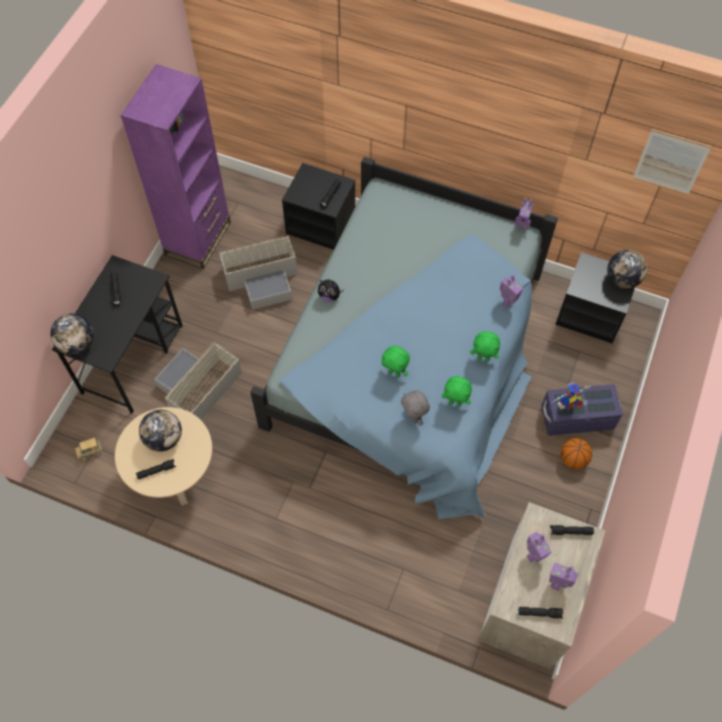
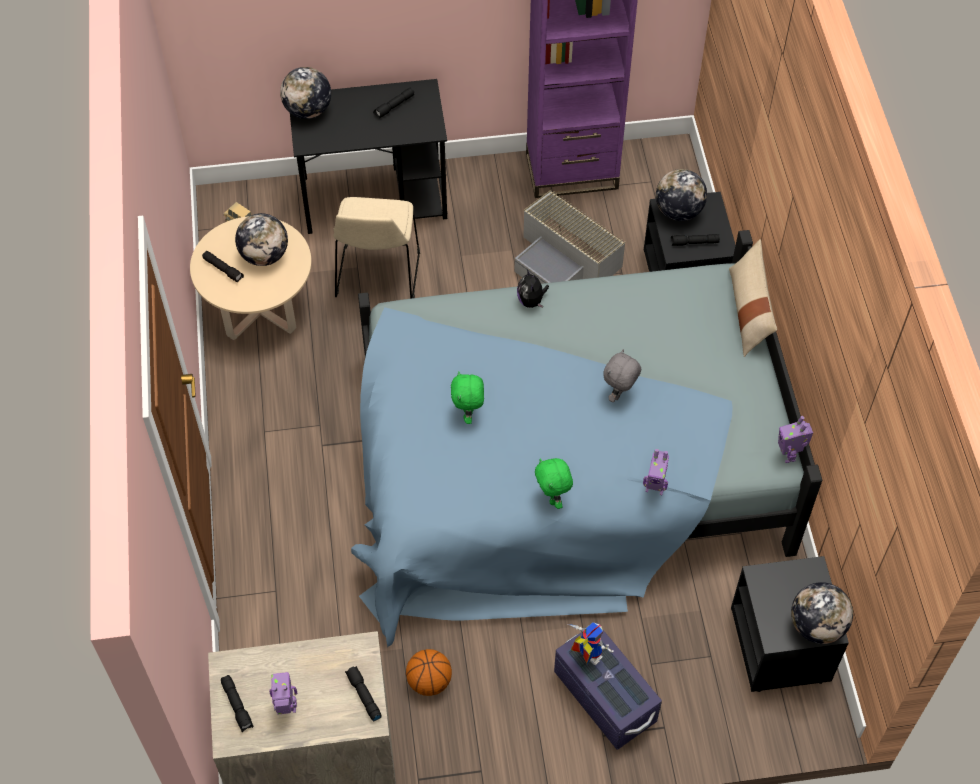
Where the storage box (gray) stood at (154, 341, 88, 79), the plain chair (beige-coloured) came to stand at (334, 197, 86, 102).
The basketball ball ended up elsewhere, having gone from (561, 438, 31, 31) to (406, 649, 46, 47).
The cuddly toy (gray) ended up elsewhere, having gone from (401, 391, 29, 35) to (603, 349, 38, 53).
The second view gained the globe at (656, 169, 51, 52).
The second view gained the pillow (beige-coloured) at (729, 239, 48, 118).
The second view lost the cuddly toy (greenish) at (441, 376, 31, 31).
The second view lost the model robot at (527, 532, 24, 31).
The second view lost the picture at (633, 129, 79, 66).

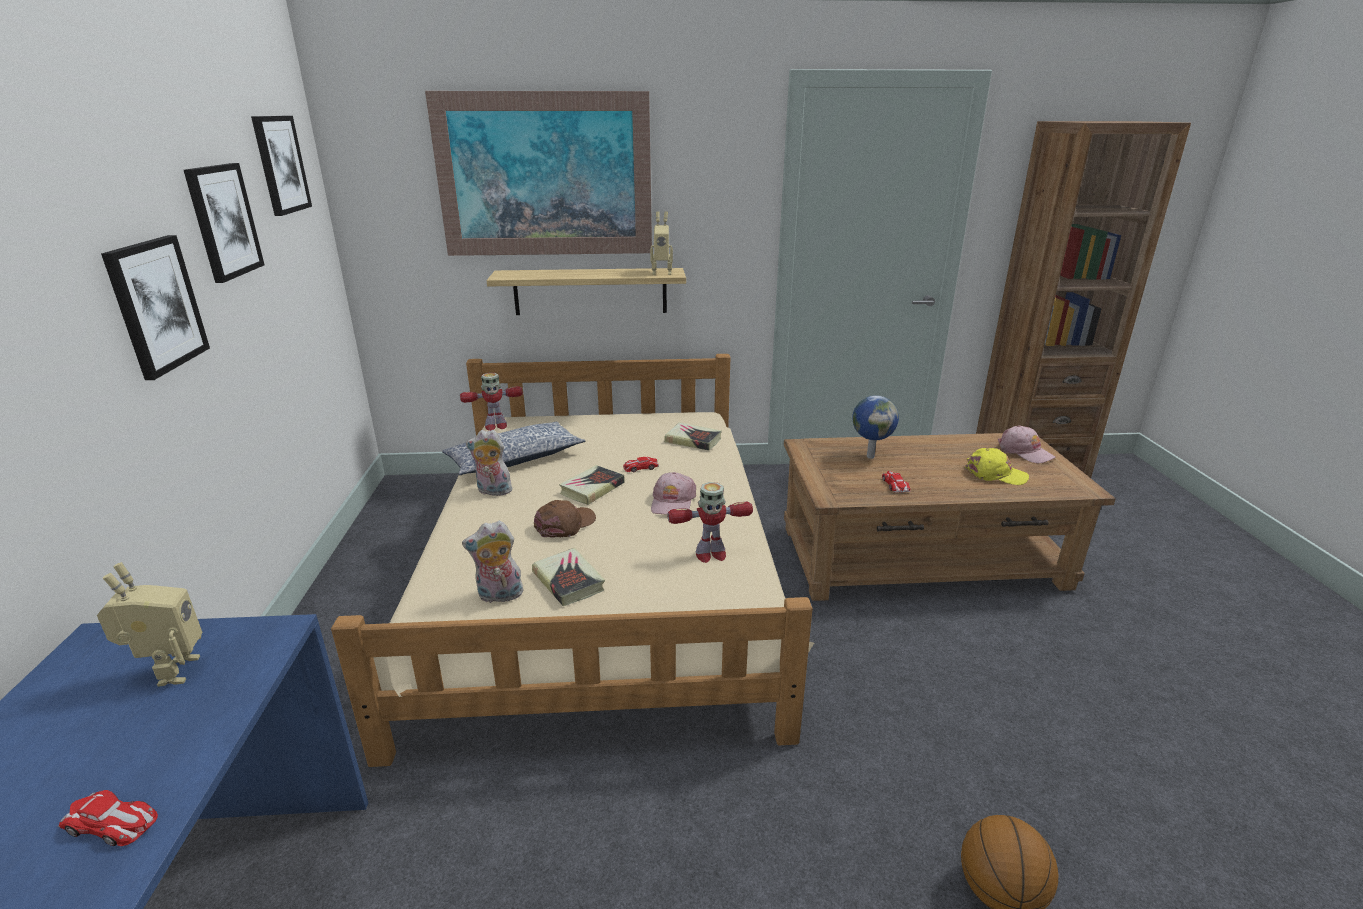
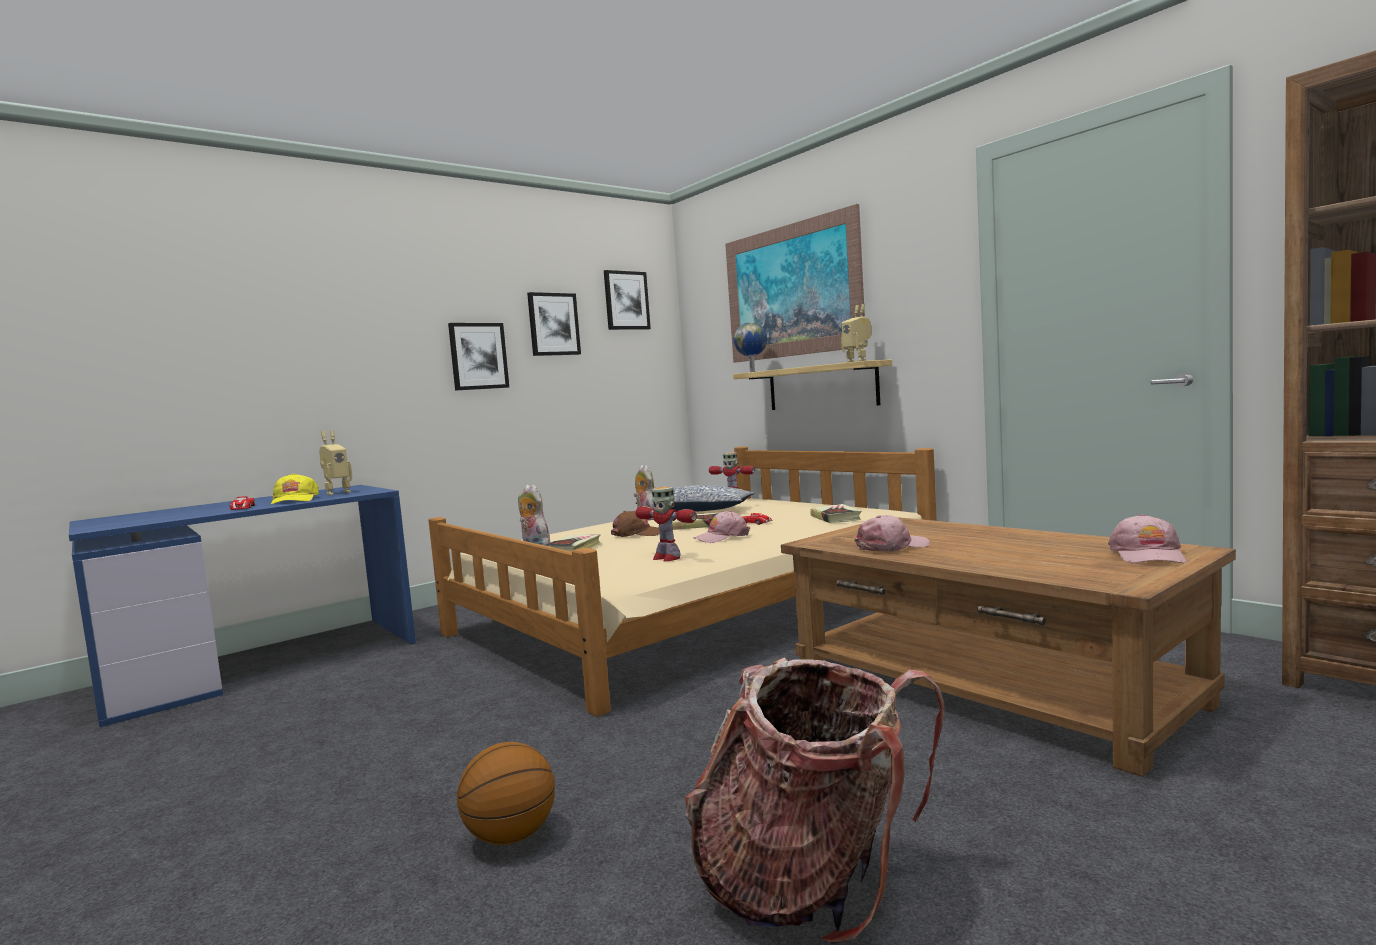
The peaked cap (yellowish) ended up elsewhere, having gone from (965, 448, 64, 37) to (271, 473, 48, 32).
The second view gained the backpack at (685, 658, 260, 287).
The globe ended up elsewhere, having gone from (852, 395, 47, 64) to (734, 322, 33, 50).
Where the model car stood at (882, 471, 29, 21), the peaked cap (pinkish) came to stand at (854, 515, 76, 37).

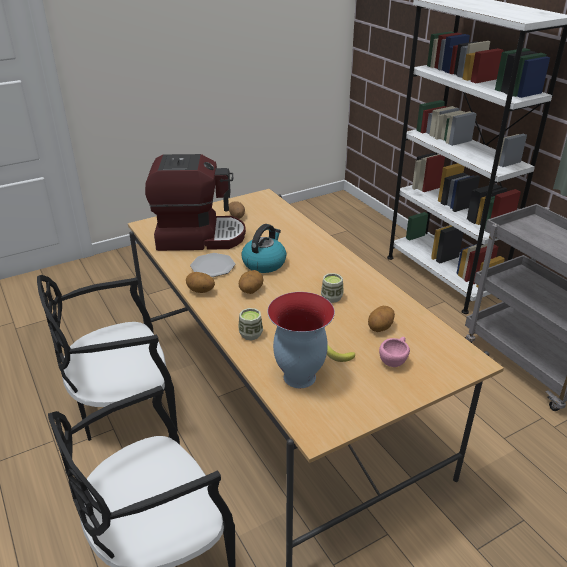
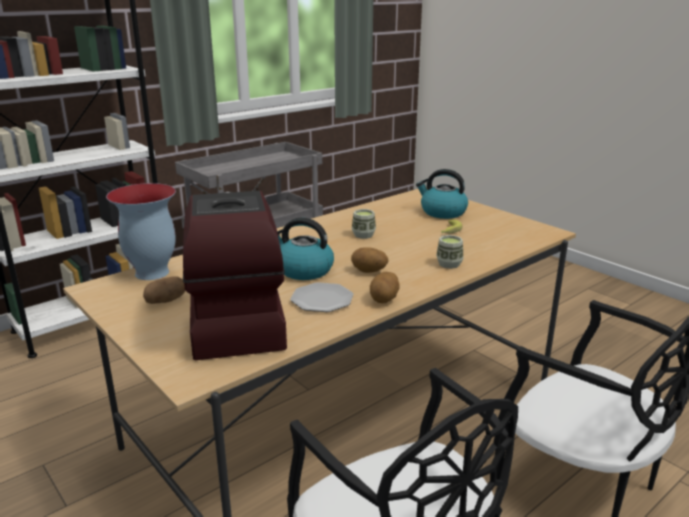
The decorative vase ended up elsewhere, having gone from (268, 292, 67, 96) to (106, 183, 70, 97).
Where the cup (pinkish) stood at (379, 337, 31, 30), the water kettle came to stand at (416, 169, 52, 50).
The second view lost the whole potato at (368, 306, 27, 26).

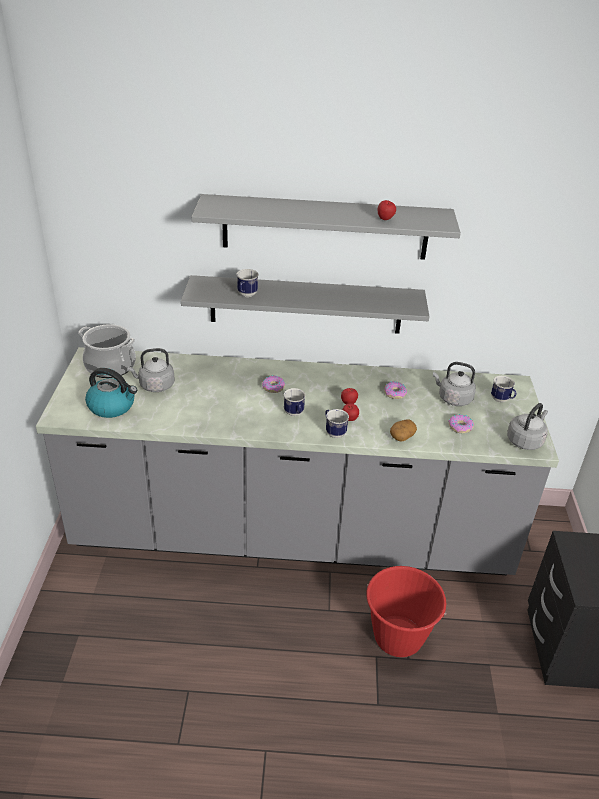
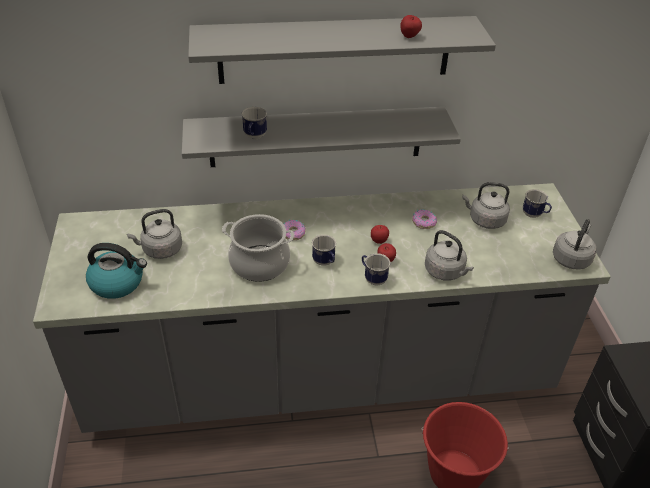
The saucepot ended up elsewhere, having gone from (78, 324, 58, 54) to (222, 214, 72, 68).
Where the whole potato stood at (390, 419, 27, 23), the water kettle (gray) came to stand at (425, 230, 49, 51).
The second view lost the ring doughnut at (448, 414, 26, 19).

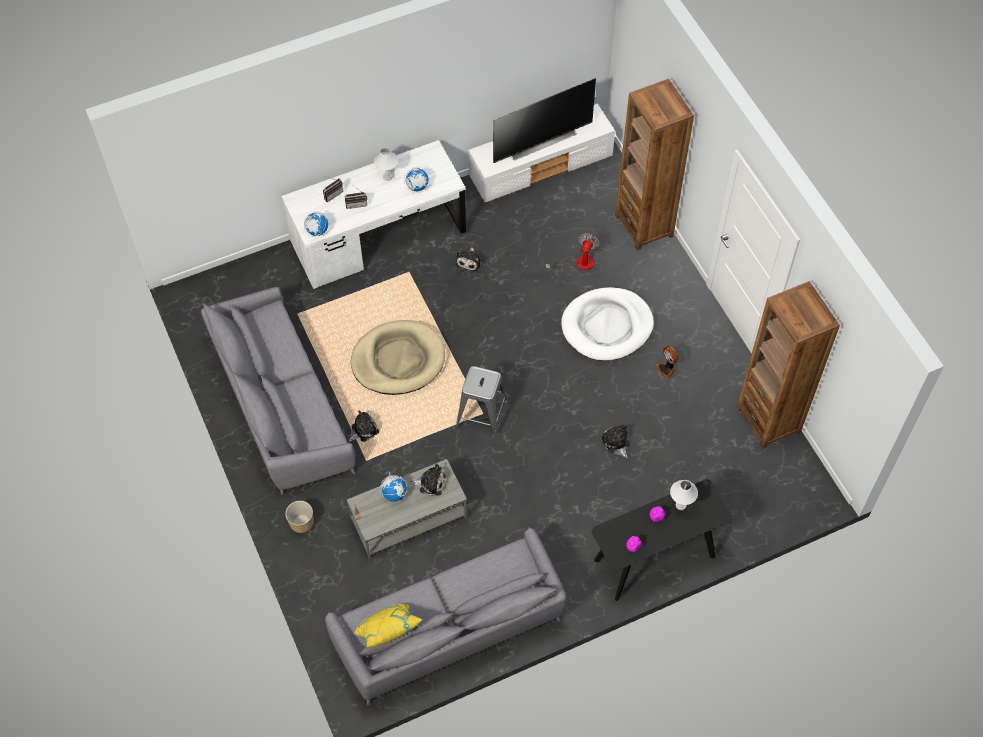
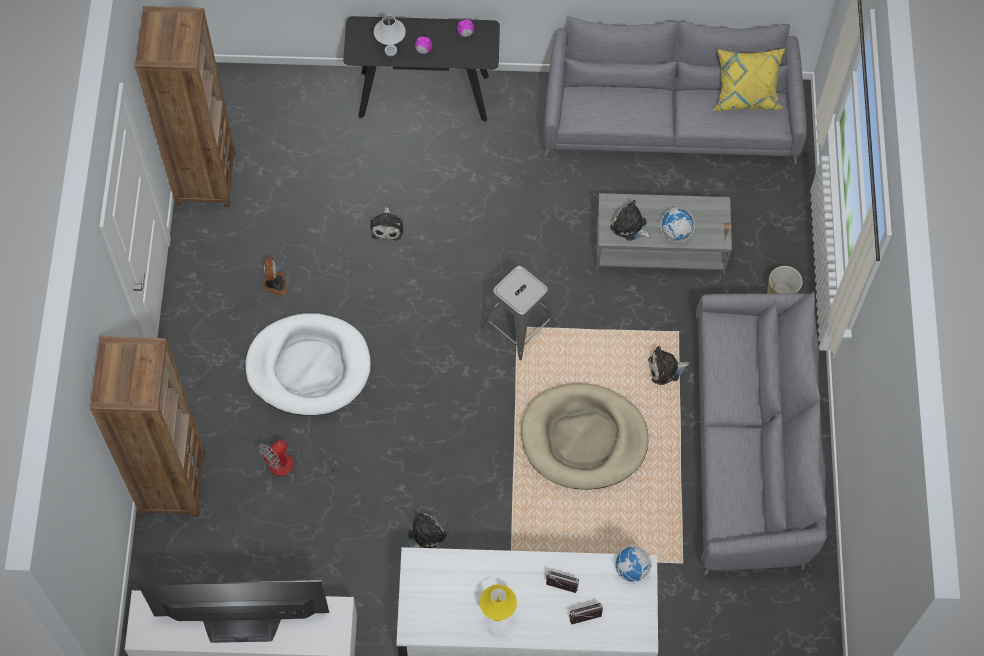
What was the tabletop lamp (whitish) at (374, 148, 24, 33) turned into the tabletop lamp (yellowish) at (480, 585, 37, 36).
The second view lost the globe at (404, 167, 26, 26).

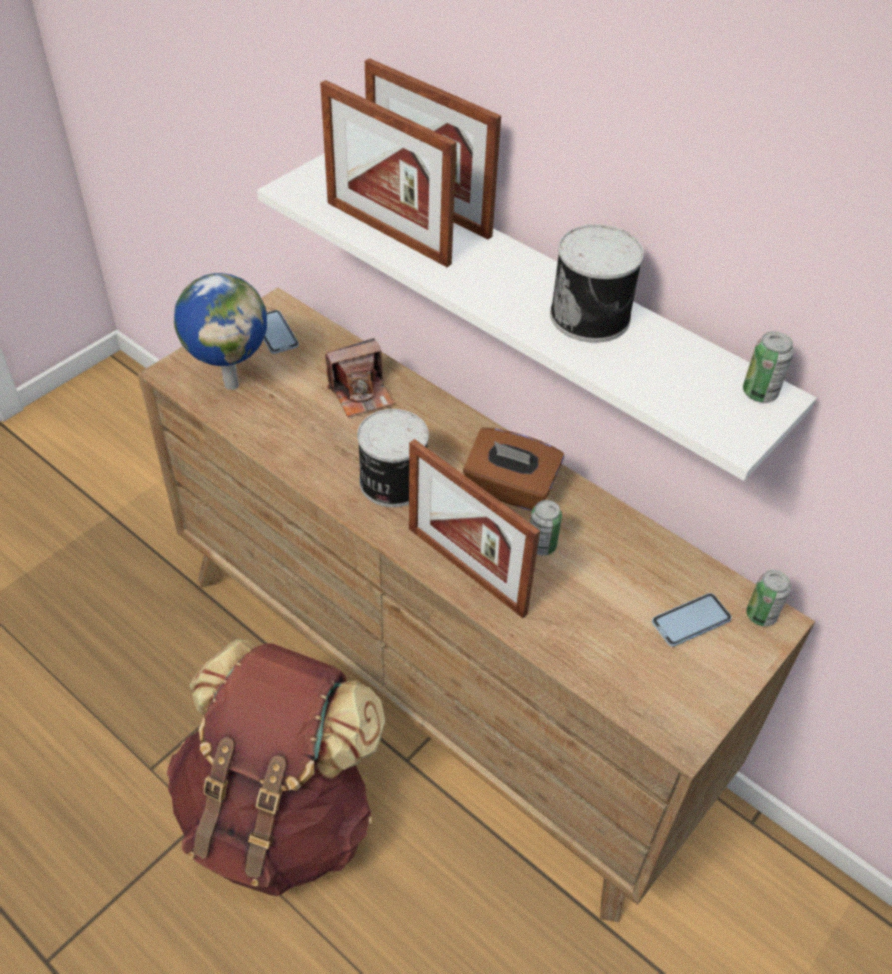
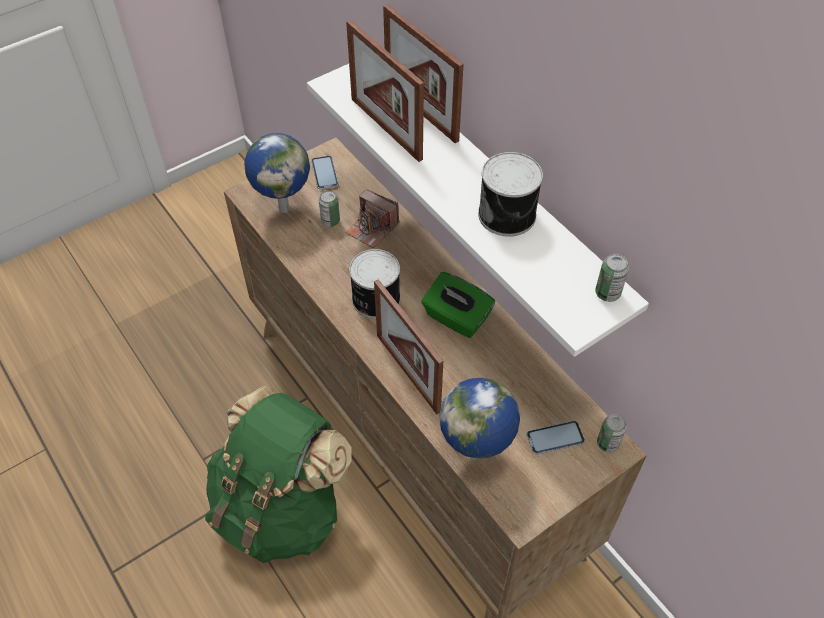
What was the backpack (brownish) at (167, 638, 218, 258) turned into the backpack (greenish) at (205, 385, 147, 178).
The sealed can ended up elsewhere, having gone from (530, 500, 32, 55) to (319, 191, 21, 36).
The still camera at (325, 338, 69, 79) ended up facing another way, 45 degrees clockwise from before.
What was the tissue box (brownish) at (463, 428, 101, 83) turned into the tissue box (greenish) at (421, 272, 74, 66).
The second view gained the globe at (439, 378, 81, 82).

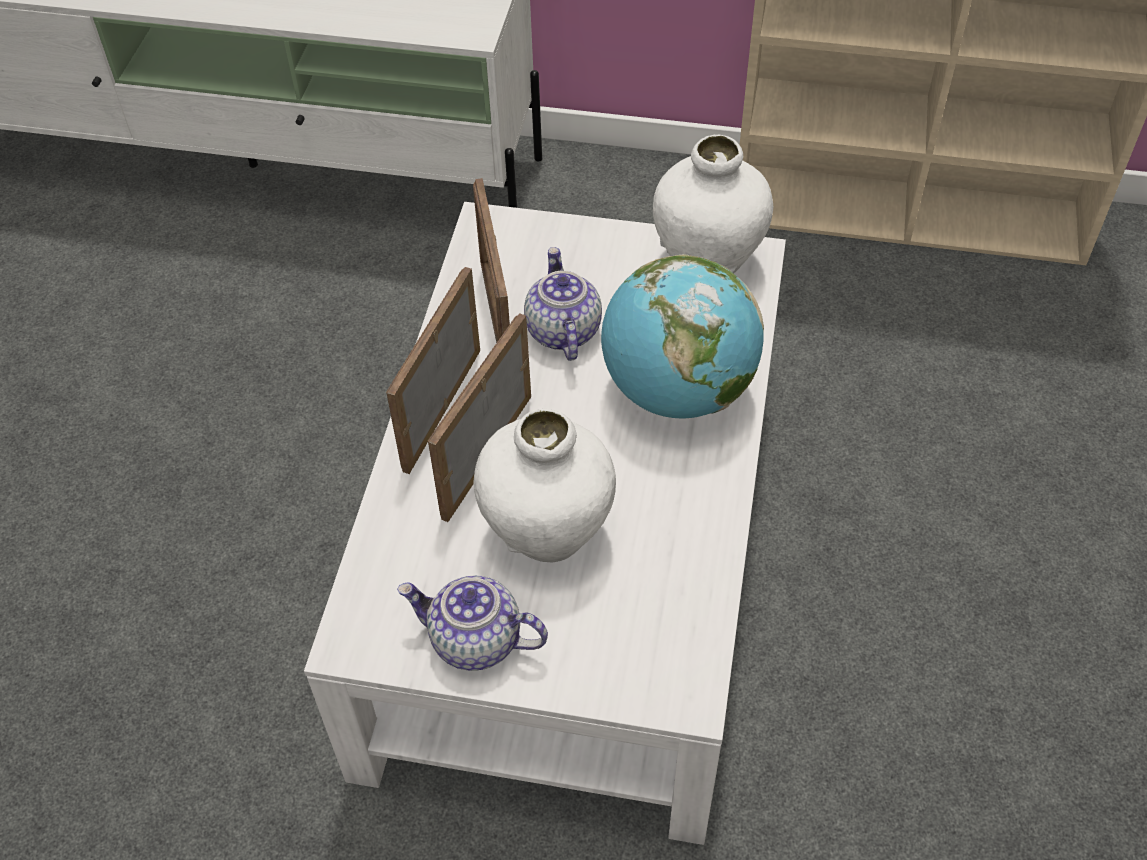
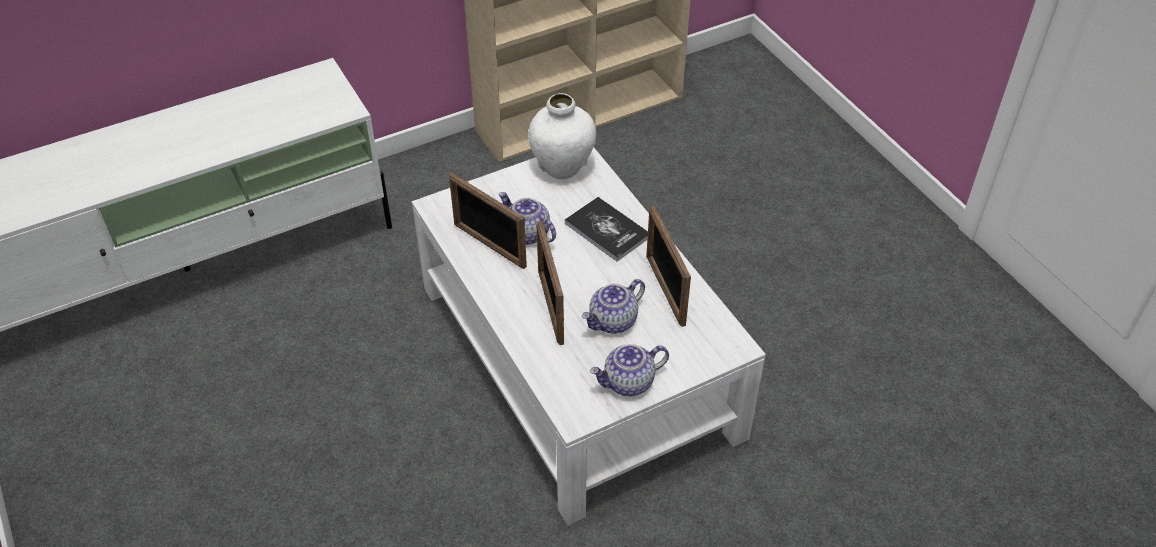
Where the globe stood at (601, 254, 163, 165), the bound book came to stand at (565, 197, 83, 65).
Where the decorative vase (whitish) stood at (473, 409, 143, 154), the teapot came to stand at (582, 279, 63, 55).
The picture frame ended up elsewhere, having gone from (386, 267, 94, 207) to (646, 206, 45, 121).

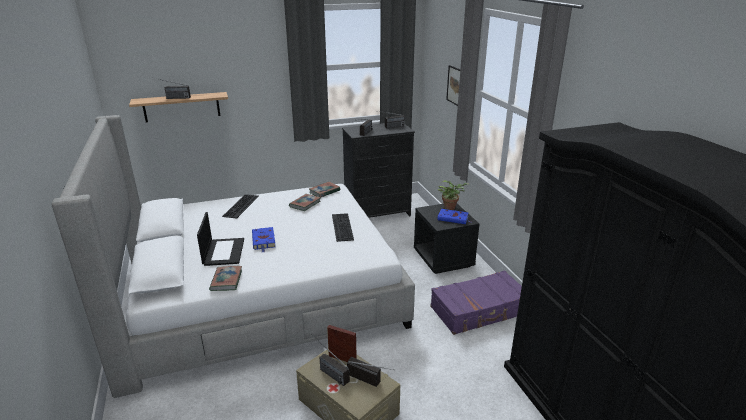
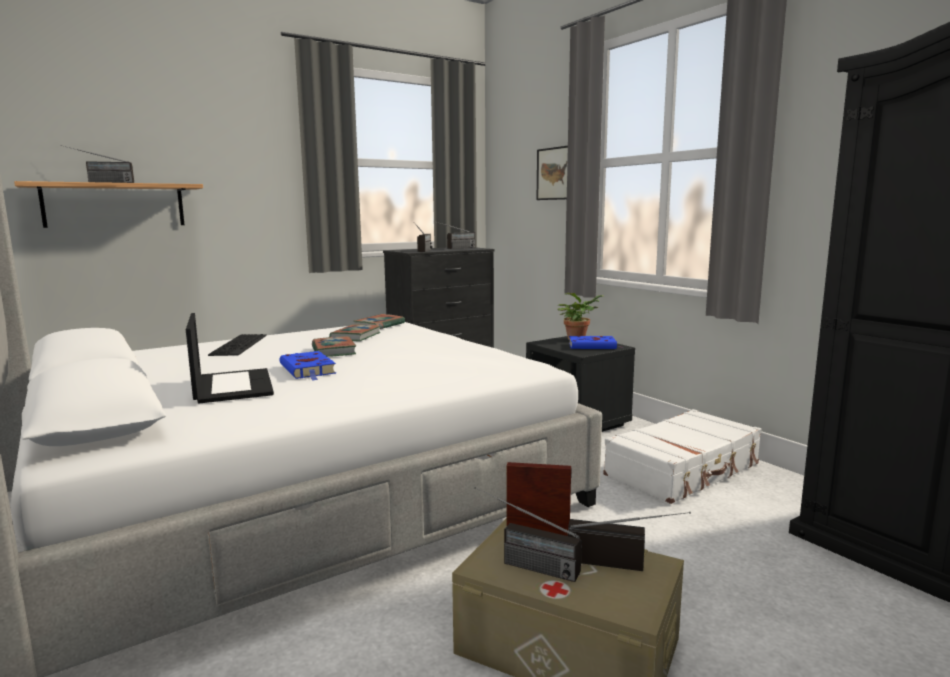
The bound book ended up elsewhere, having gone from (209, 266, 33, 25) to (312, 336, 44, 21).
What was the travel case (purple-coloured) at (430, 270, 92, 65) turned into the travel case (whitish) at (603, 409, 158, 95).
The second view lost the keyboard at (332, 213, 22, 29).

